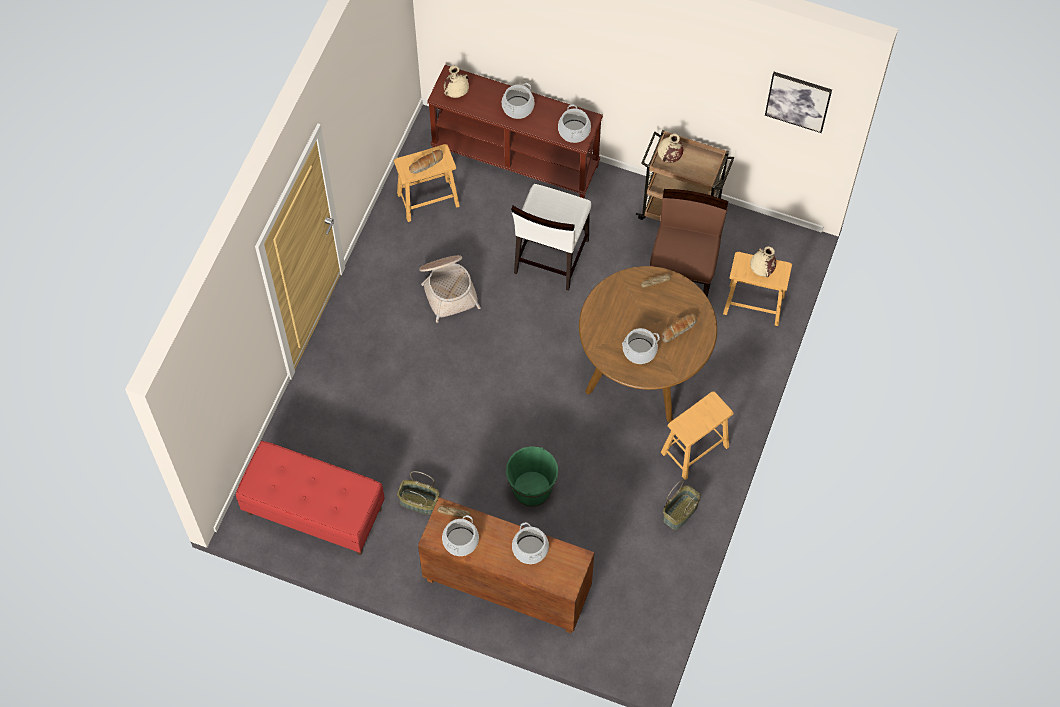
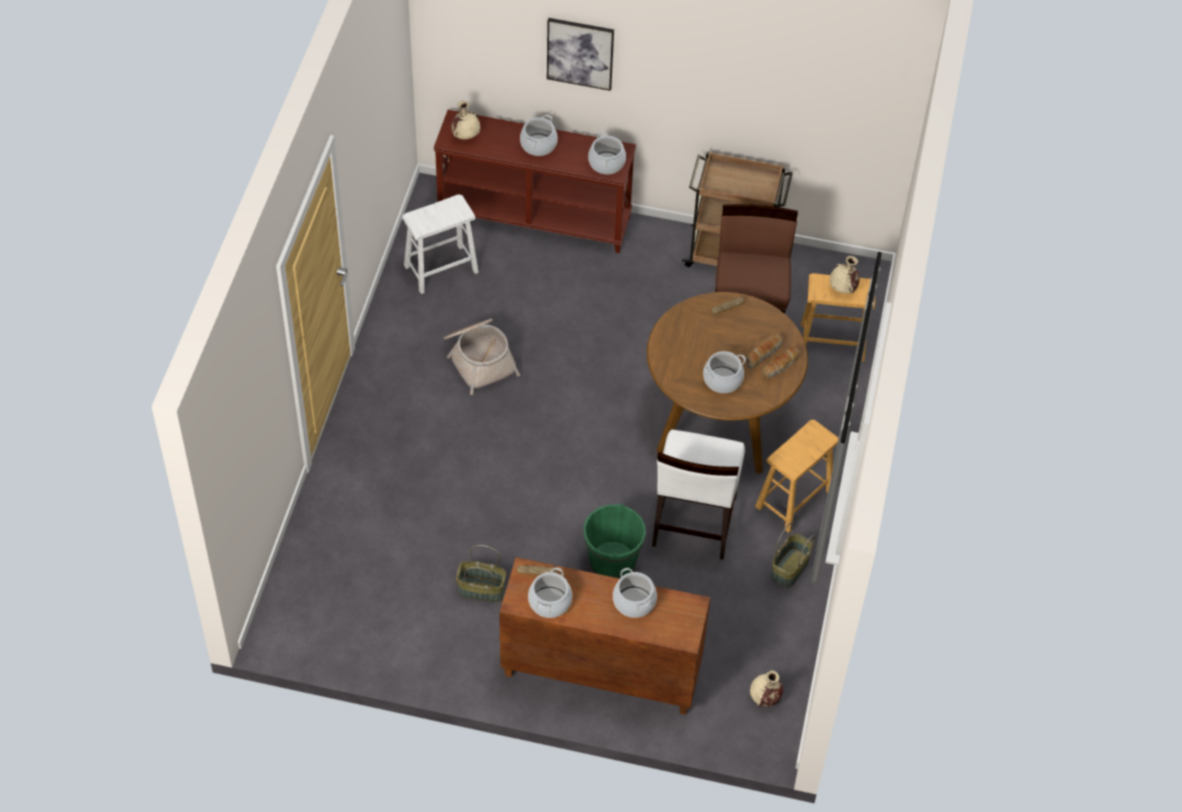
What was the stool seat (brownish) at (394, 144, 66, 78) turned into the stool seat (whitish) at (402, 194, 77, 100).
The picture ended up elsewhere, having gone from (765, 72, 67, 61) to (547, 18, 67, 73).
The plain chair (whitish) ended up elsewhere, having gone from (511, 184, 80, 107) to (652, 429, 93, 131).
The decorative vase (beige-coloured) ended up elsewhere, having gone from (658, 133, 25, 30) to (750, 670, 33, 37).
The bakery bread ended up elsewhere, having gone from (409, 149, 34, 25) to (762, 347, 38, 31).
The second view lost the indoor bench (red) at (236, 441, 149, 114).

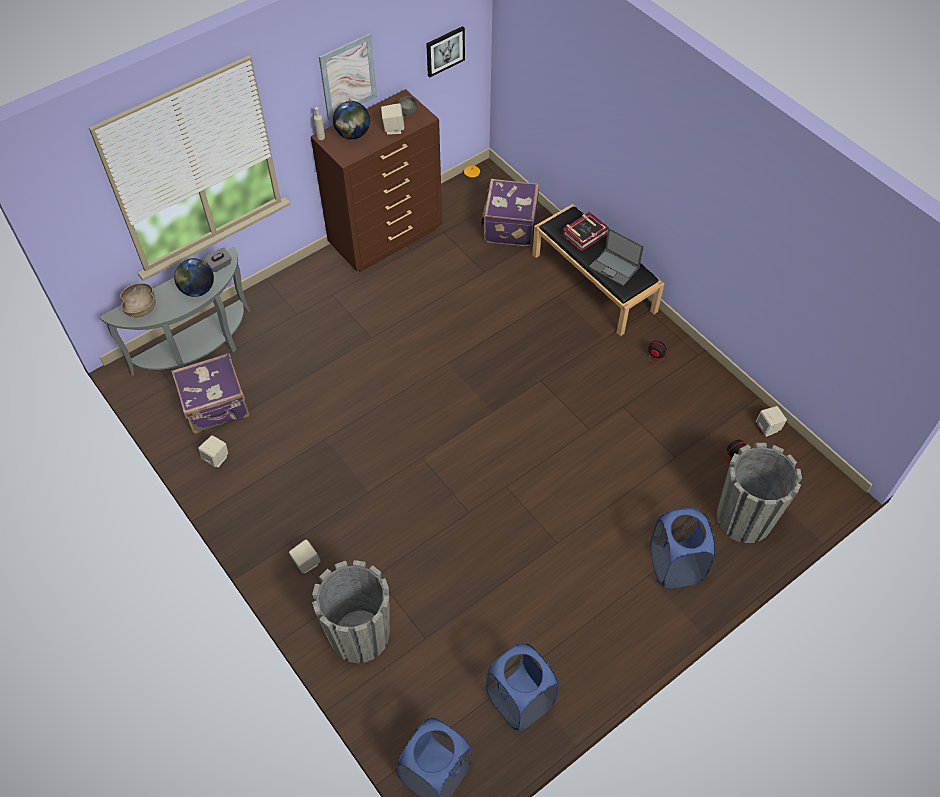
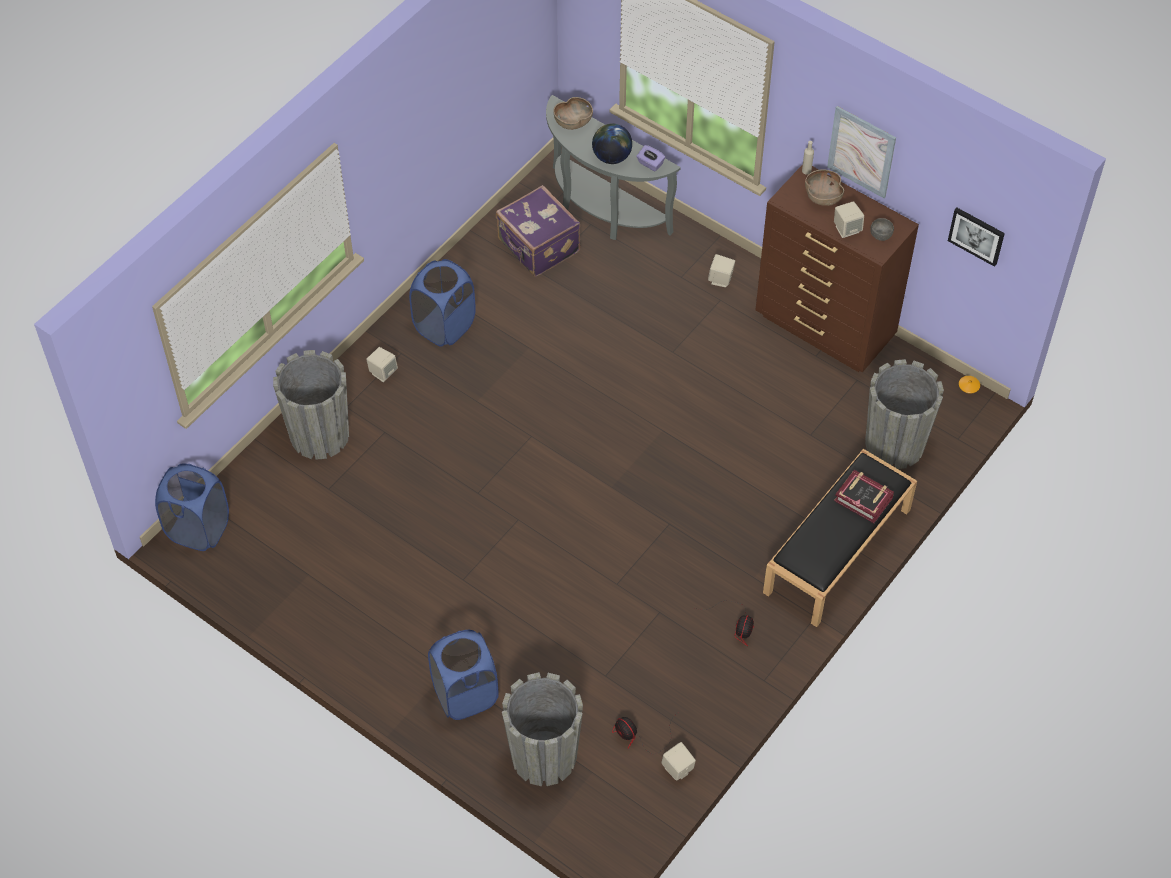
The washing basket (blue-coloured) ended up elsewhere, having gone from (486, 643, 73, 88) to (409, 259, 67, 88).
What was the tissue box (gray) at (204, 248, 28, 24) turned into the tissue box (purple-coloured) at (636, 145, 29, 26).
The audio speaker (beige-coloured) ended up elsewhere, having gone from (198, 435, 30, 32) to (708, 254, 27, 33).
Where the globe stood at (333, 101, 37, 38), the serving bowl (brownish) came to stand at (805, 169, 39, 37).
Where the travel case (purple-coloured) stood at (481, 179, 58, 67), the flower pot (gray) came to stand at (865, 359, 79, 110).
The second view lost the laptop at (589, 228, 55, 58).

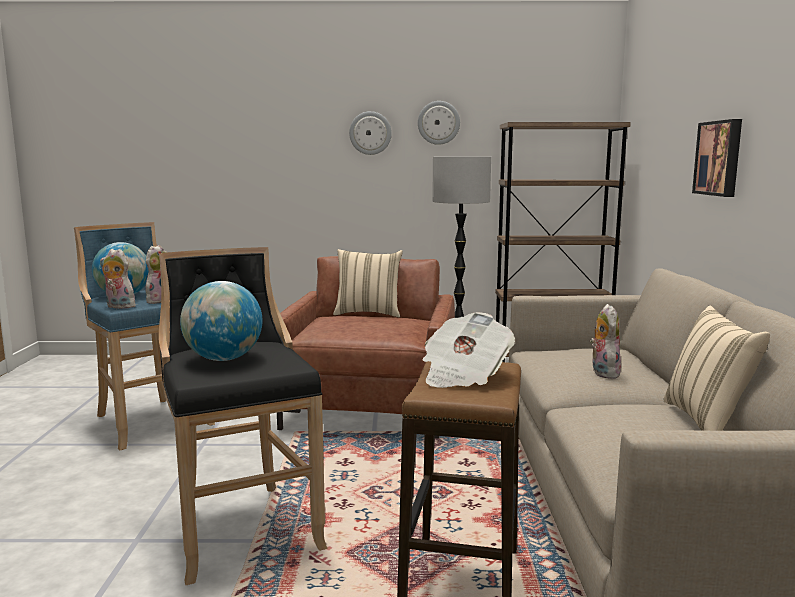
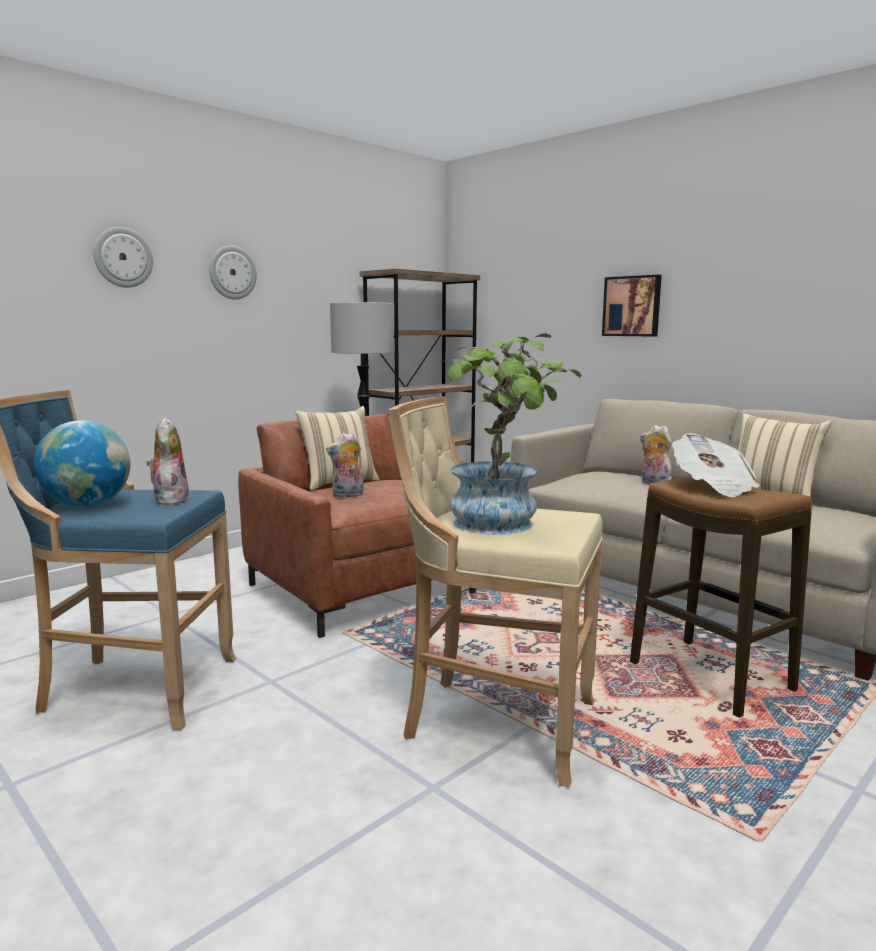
The clock on the wall ended up elsewhere, having gone from (418, 101, 42, 44) to (93, 227, 60, 61).
The cuddly toy ended up elsewhere, having gone from (100, 249, 36, 60) to (326, 433, 38, 65).
What was the stool seat (blackish) at (159, 247, 169, 338) turned into the stool seat (beige-coloured) at (388, 396, 215, 392).
Where the globe stood at (180, 281, 83, 80), the plant in a pot came to stand at (441, 333, 140, 202).

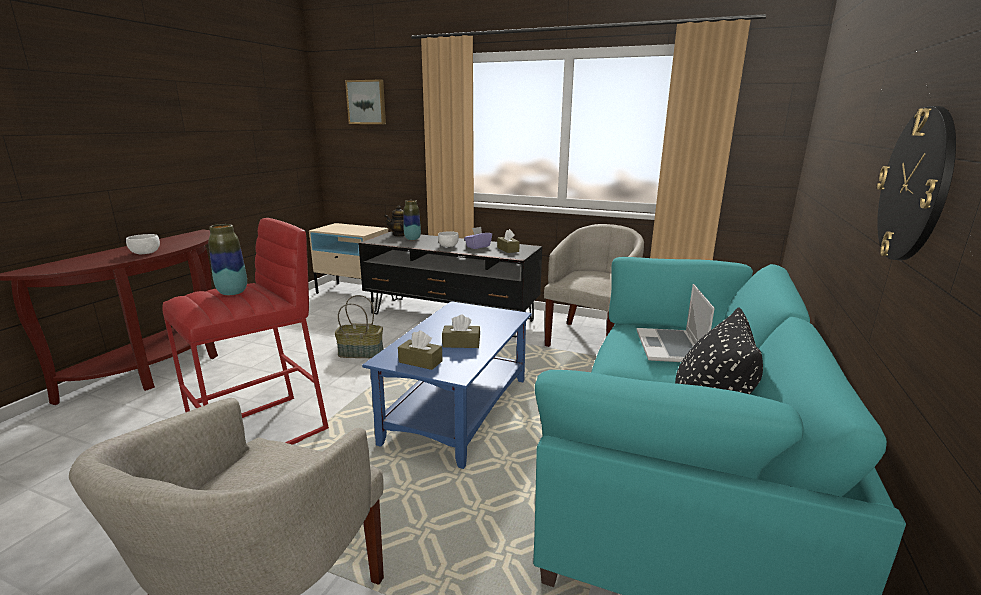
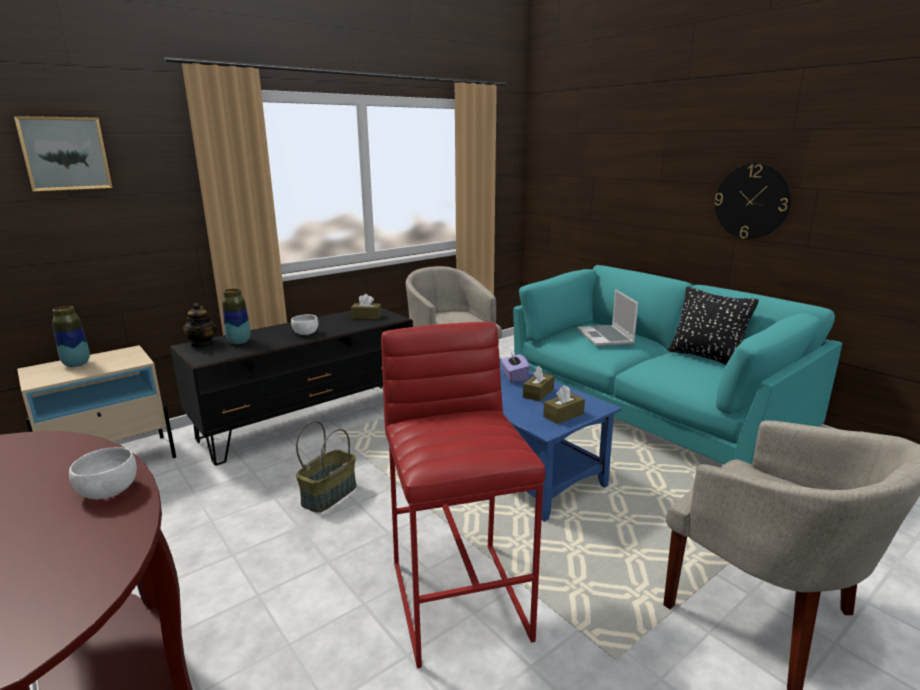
The decorative vase ended up elsewhere, having gone from (208, 224, 39, 71) to (52, 306, 38, 61).
The tissue box (purple-coloured) ended up elsewhere, having gone from (464, 227, 28, 22) to (501, 352, 29, 31).
The laptop at (637, 284, 78, 78) ended up facing another way, 45 degrees clockwise from before.

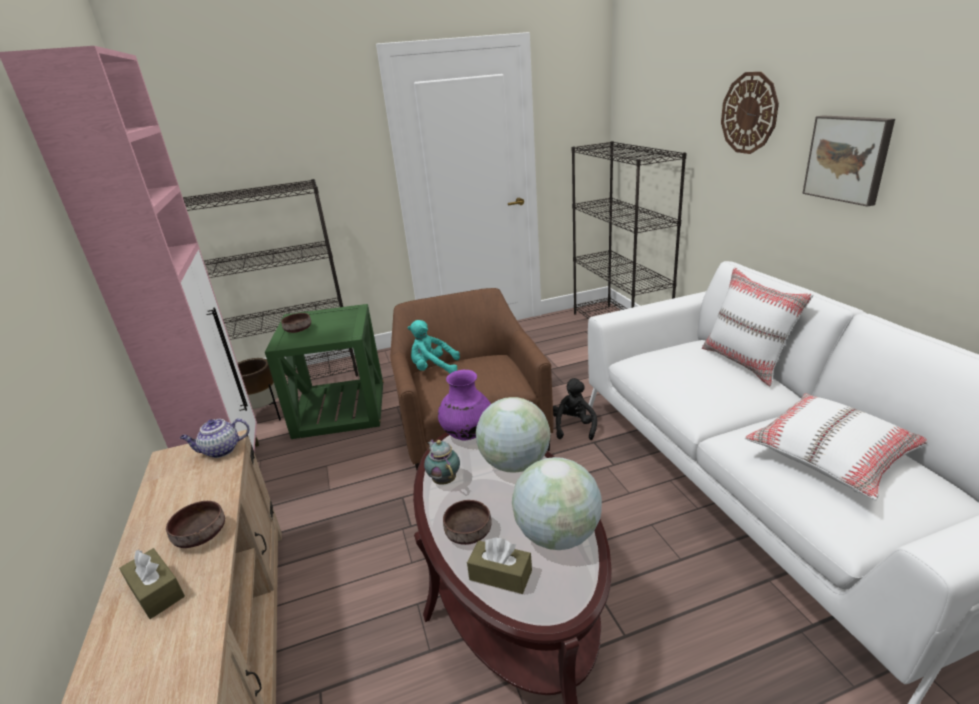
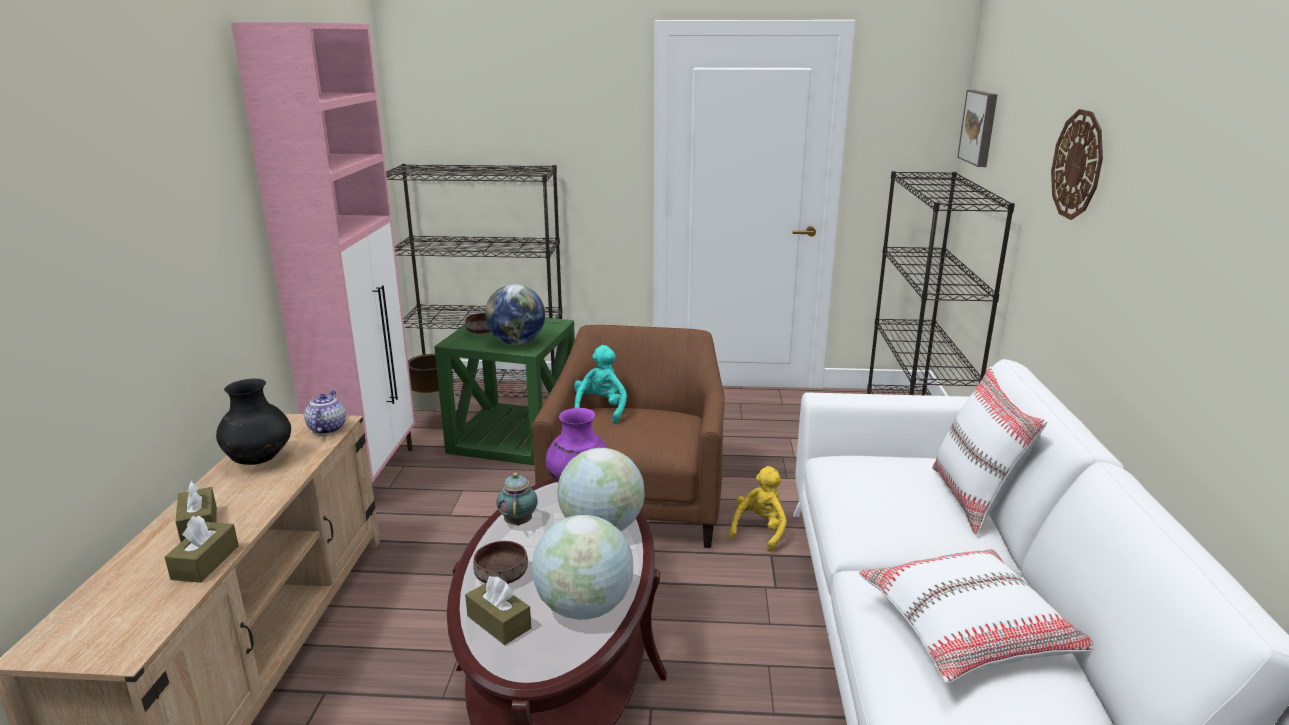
The second view gained the tissue box (brownish) at (165, 516, 74, 67).
The second view gained the decorative vase (blackish) at (216, 379, 75, 86).
The teapot at (180, 418, 70, 40) ended up facing another way, 90 degrees clockwise from before.
The second view gained the globe at (485, 284, 60, 61).
The cuddly toy (blue-green) at (408, 320, 52, 53) ended up facing another way, 75 degrees clockwise from before.
What was the cuddly toy (blackish) at (553, 378, 44, 62) turned into the cuddly toy (yellowish) at (729, 466, 58, 86).
The picture ended up elsewhere, having gone from (802, 115, 93, 92) to (957, 90, 41, 77).
The second view lost the serving bowl (brownish) at (166, 501, 59, 47).

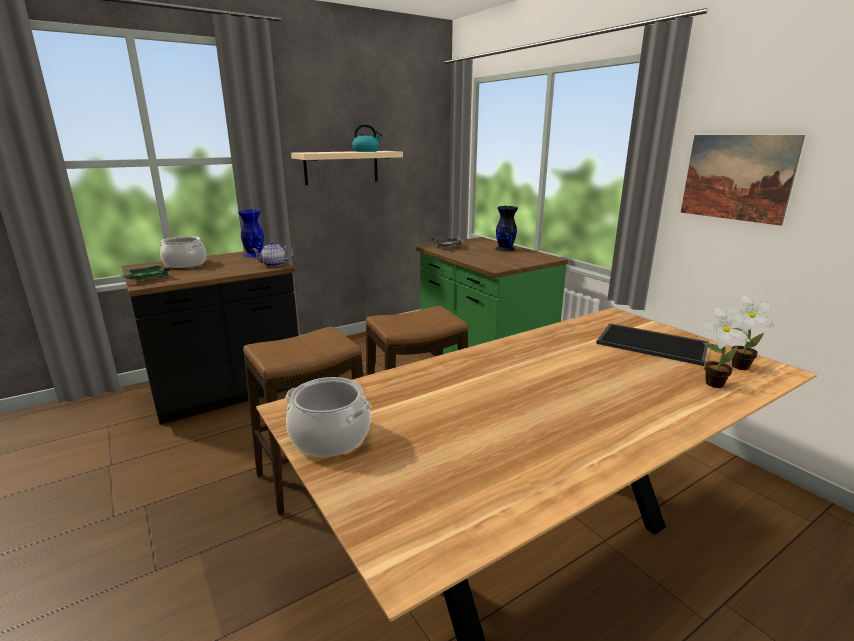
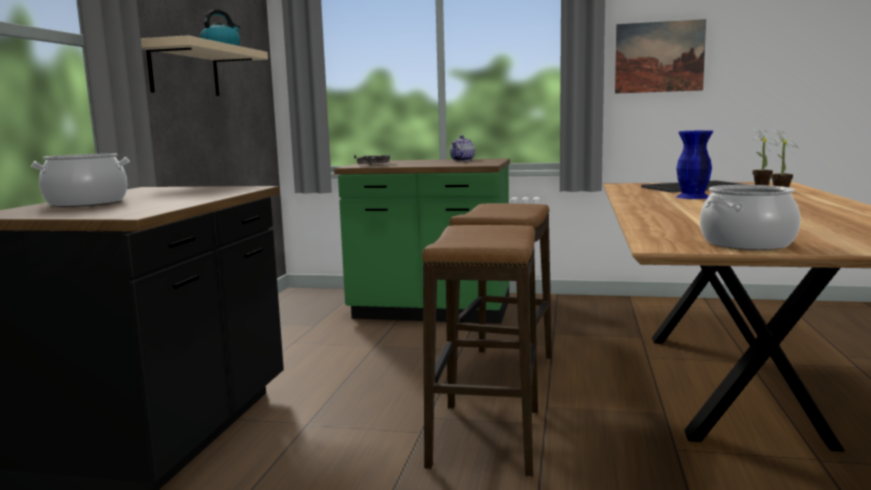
The teapot ended up elsewhere, having gone from (251, 242, 43, 25) to (450, 135, 25, 26).
The decorative vase (blue-coloured) ended up elsewhere, having gone from (238, 210, 26, 47) to (676, 130, 37, 69).
The second view lost the serving tray (greenish) at (120, 265, 50, 15).
The second view lost the decorative vase (blackish) at (495, 206, 23, 45).

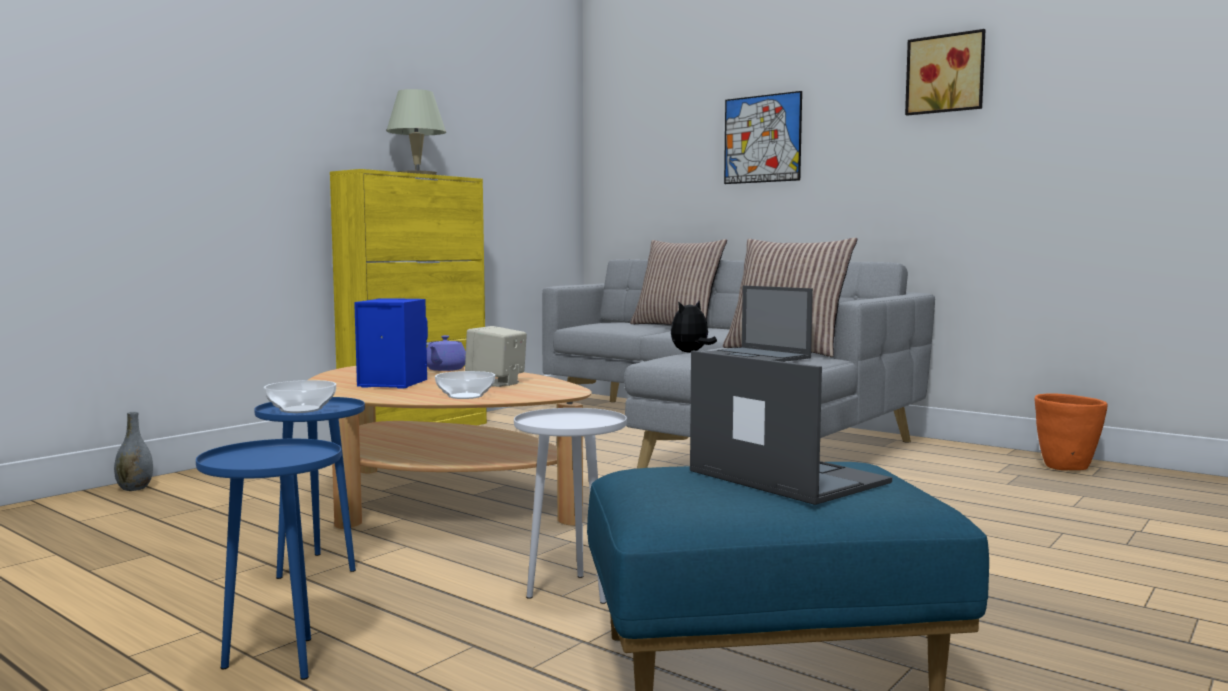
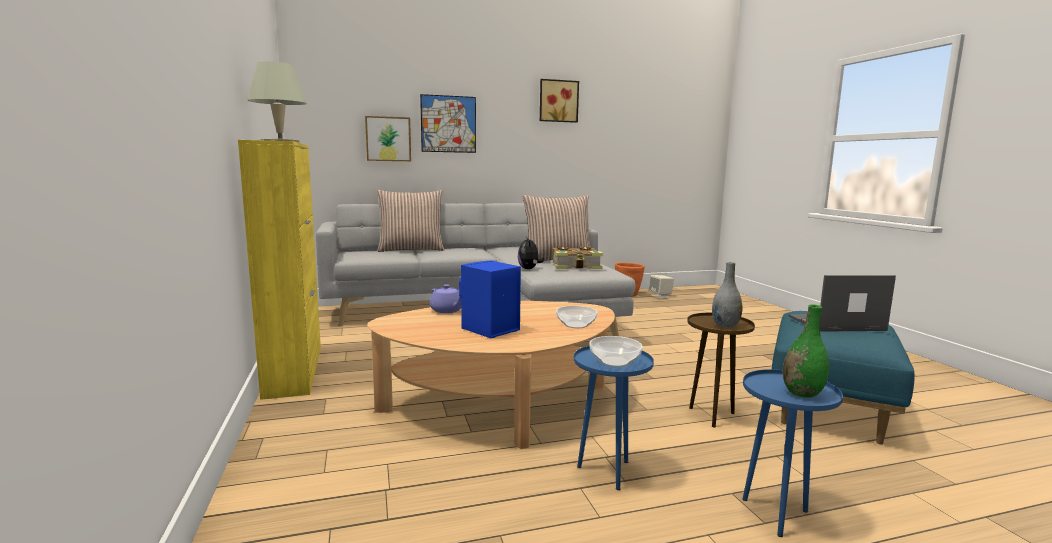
The second view gained the picture at (365, 116, 46, 45).
Where the laptop stood at (706, 286, 107, 76), the bound book came to stand at (553, 247, 50, 22).
The audio speaker (beige-coloured) ended up elsewhere, having gone from (465, 326, 62, 61) to (648, 275, 26, 24).
What was the side table (whitish) at (514, 408, 113, 196) turned into the side table (brownish) at (687, 313, 68, 115).
The decorative vase (gray) ended up elsewhere, having gone from (114, 412, 39, 79) to (712, 262, 30, 66).
The second view gained the decorative vase (greenish) at (783, 304, 46, 94).

